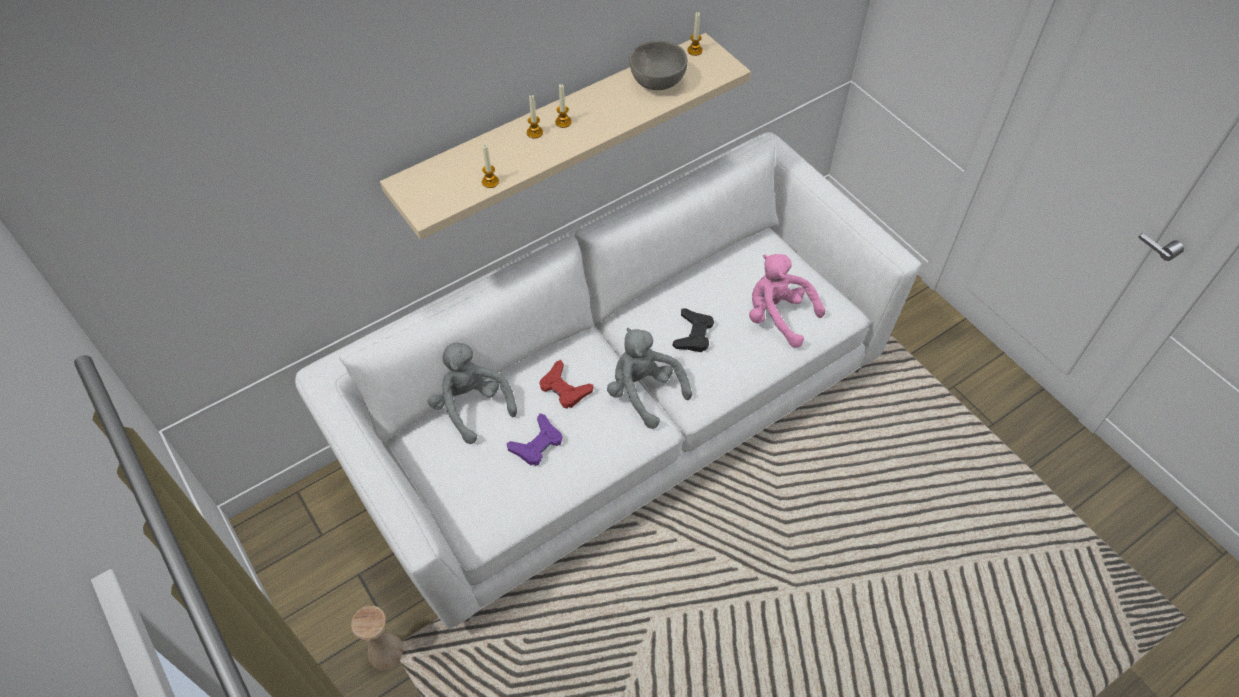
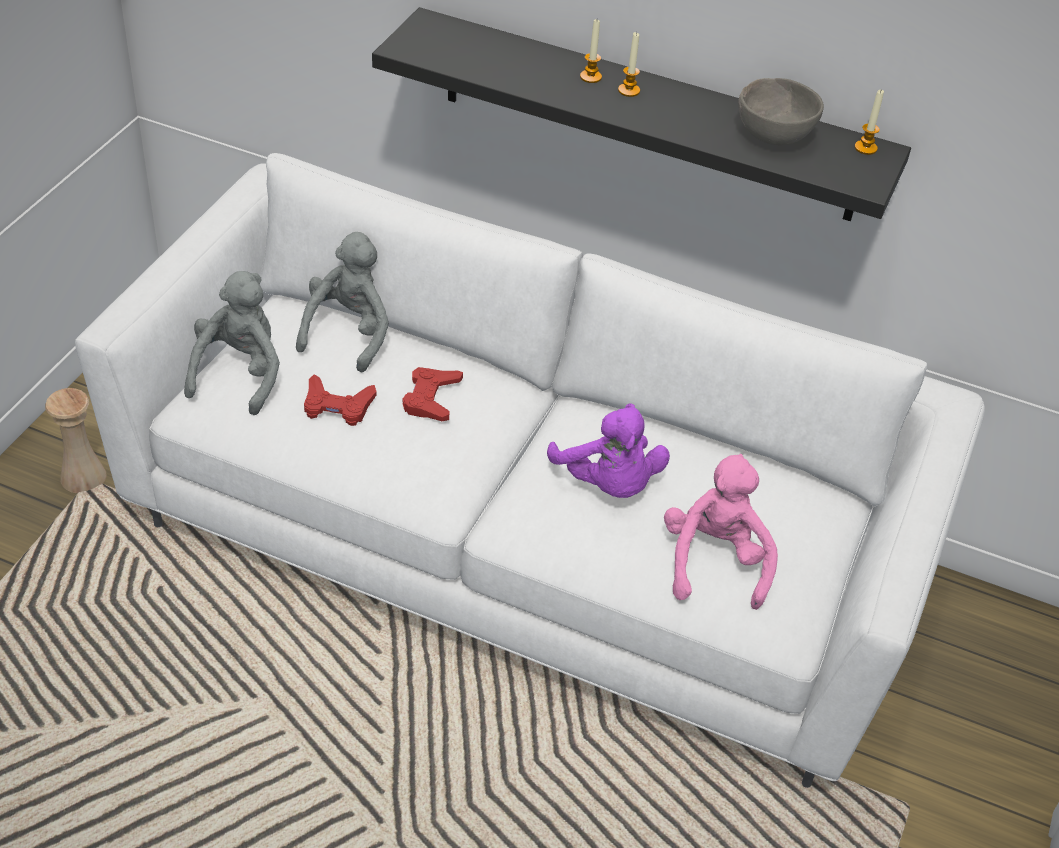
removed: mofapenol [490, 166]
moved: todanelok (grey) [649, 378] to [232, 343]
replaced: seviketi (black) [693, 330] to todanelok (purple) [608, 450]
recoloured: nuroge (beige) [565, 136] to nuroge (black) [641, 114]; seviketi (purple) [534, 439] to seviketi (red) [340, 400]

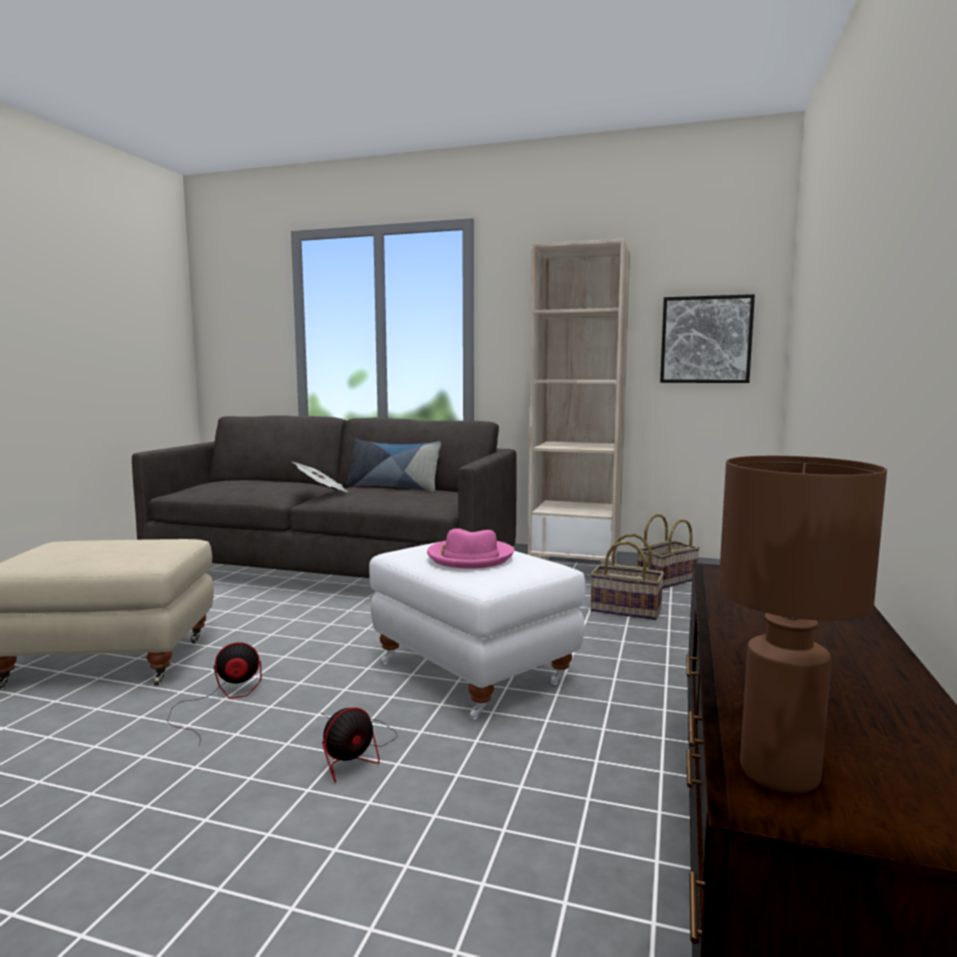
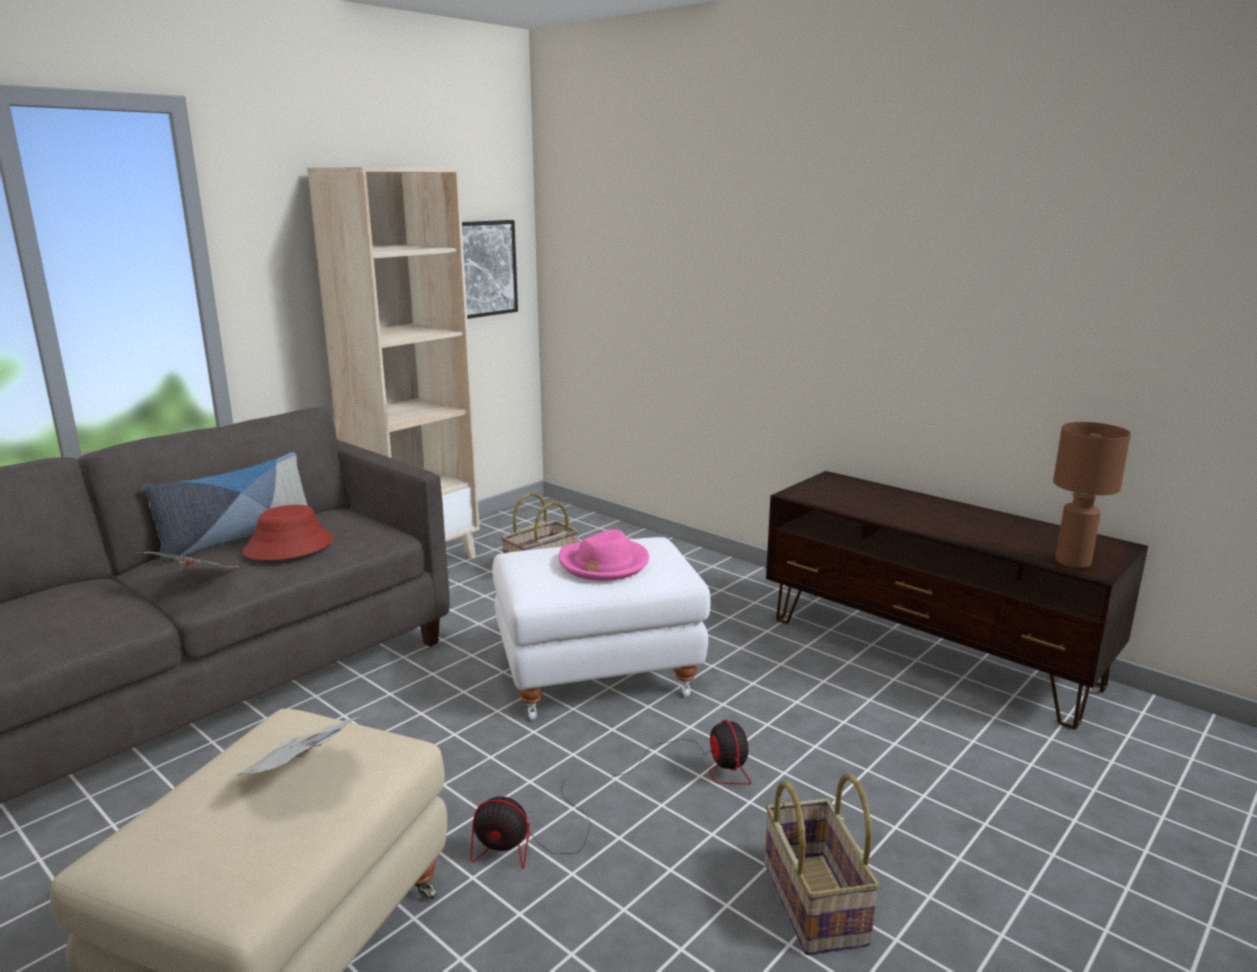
added: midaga [297, 746]; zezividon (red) [288, 532]
moved: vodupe [668, 551] to [822, 864]
turned: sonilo [214, 693] = [531, 824] 90 degrees counterclockwise

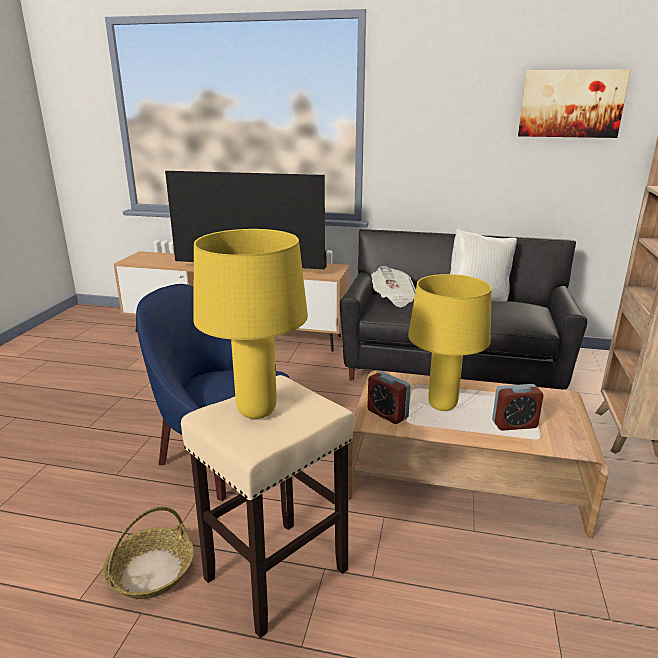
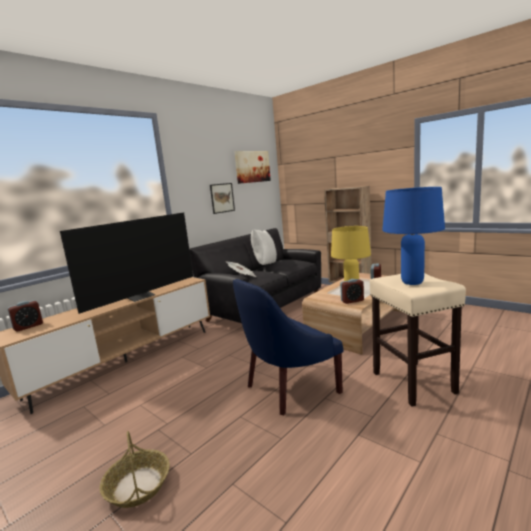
added: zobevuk [25, 316]; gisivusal [222, 198]
moved: vodupe [148, 552] to [135, 469]
recoloured: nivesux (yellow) [250, 324] to nivesux (blue) [413, 236]

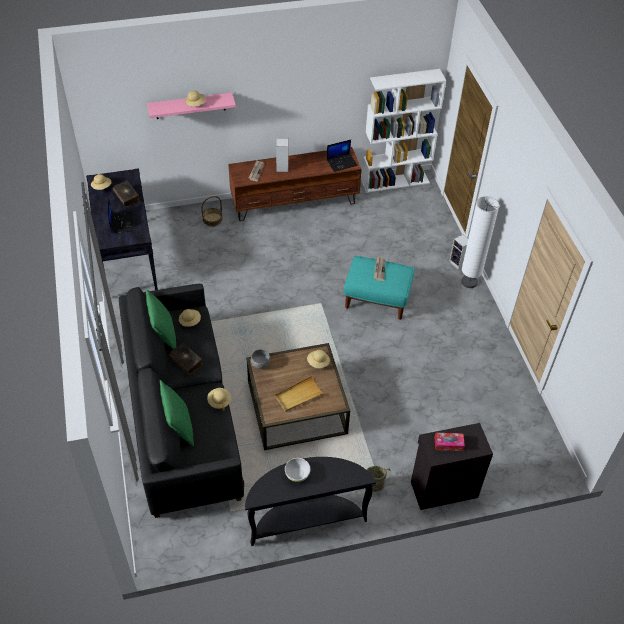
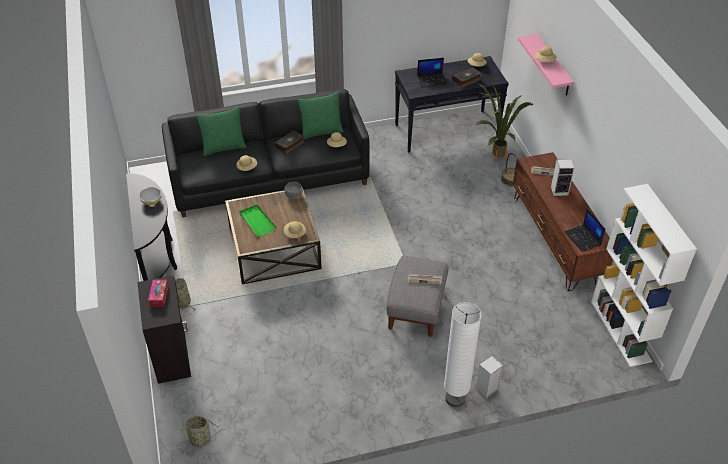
added: vodupe [205, 435]; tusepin [504, 122]
recoloured: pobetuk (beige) [299, 394] to pobetuk (green) [258, 220]; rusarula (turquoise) [379, 288] to rusarula (grey) [417, 296]

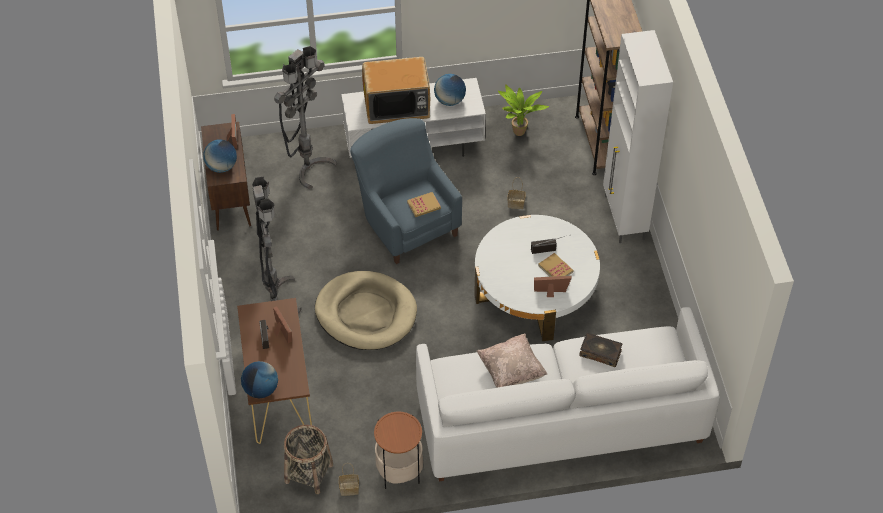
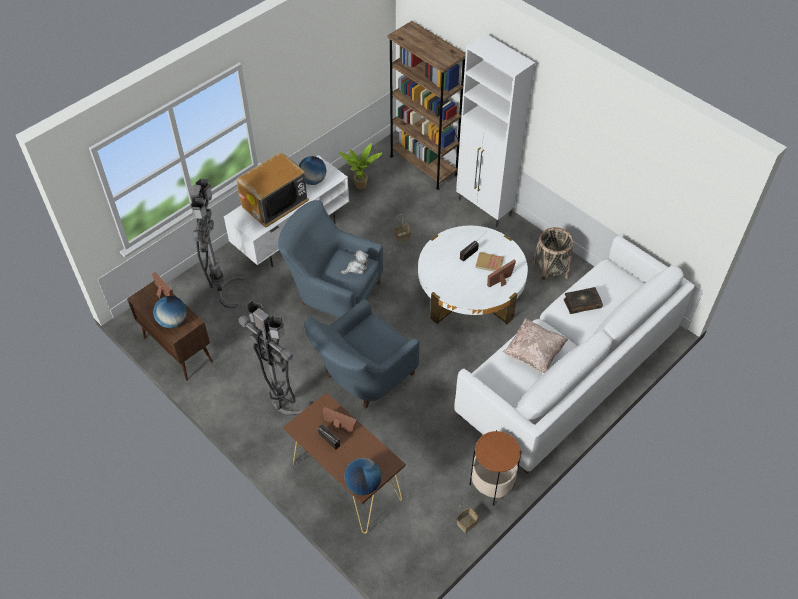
moved: vodupe [308, 459] to [552, 255]
replaced: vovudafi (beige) [366, 310] to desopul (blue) [362, 354]; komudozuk [424, 204] to todanelok [354, 262]

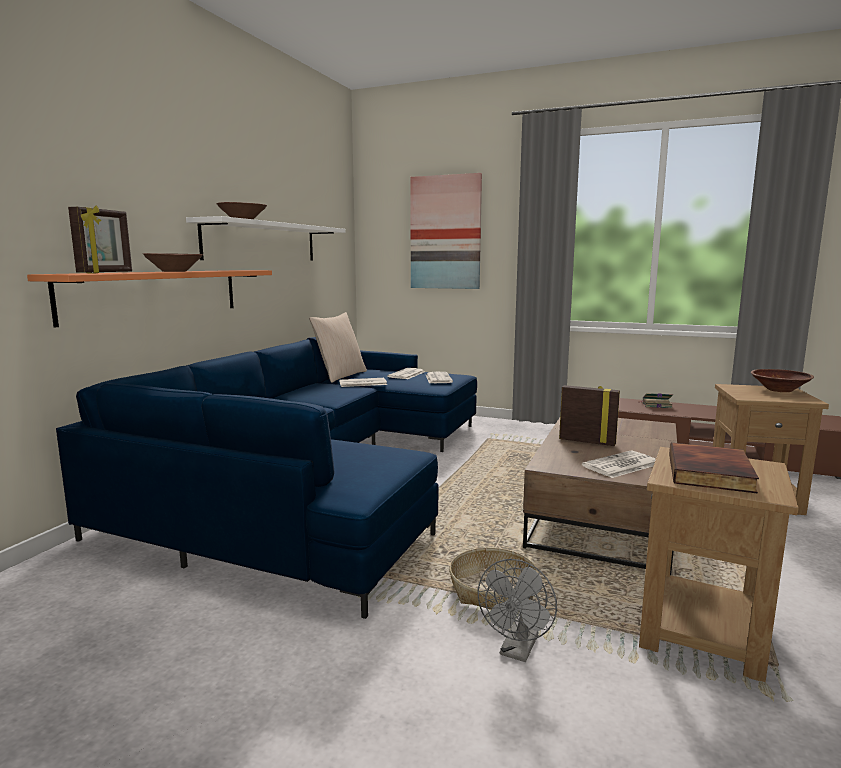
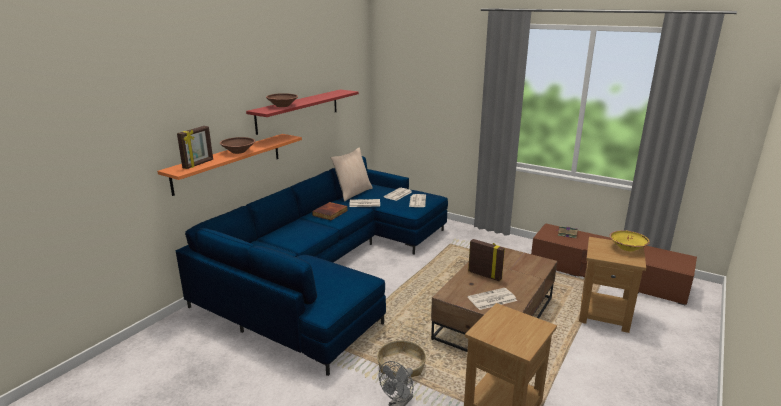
removed: gisivusal [446, 231]
moved: komudozuk [714, 468] to [330, 211]
recoloured: nuroge (white) [265, 238] to nuroge (red) [302, 112]; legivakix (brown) [782, 380] to legivakix (yellow) [629, 240]

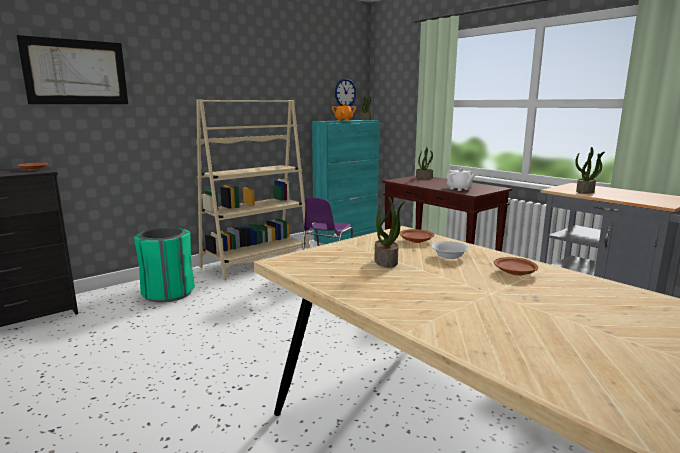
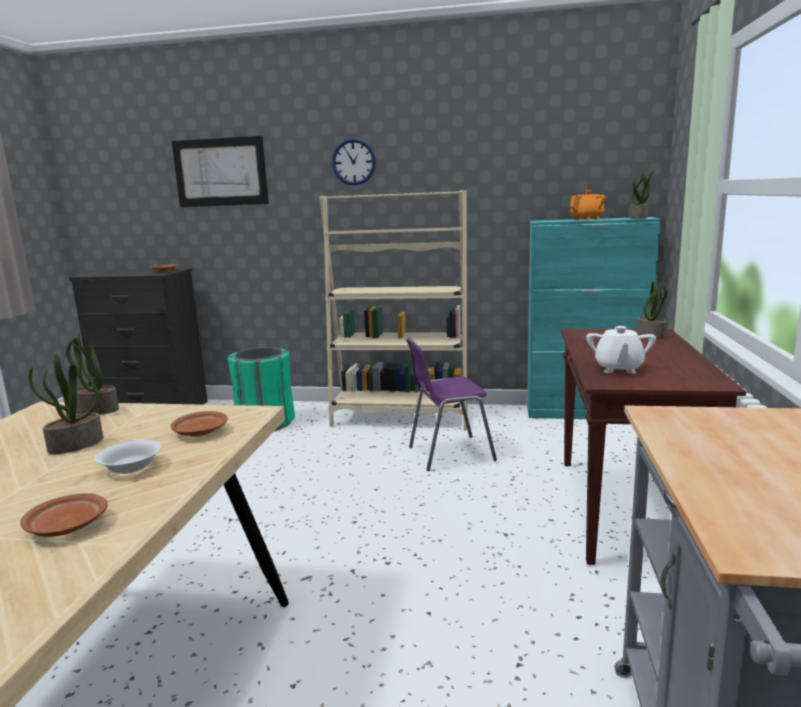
moved: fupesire [346, 92] to [354, 161]; tusepin [590, 170] to [92, 373]

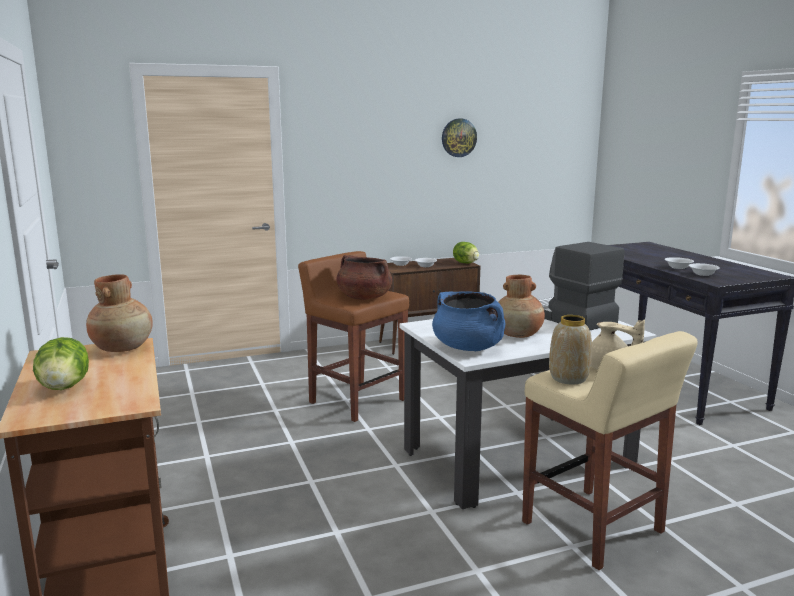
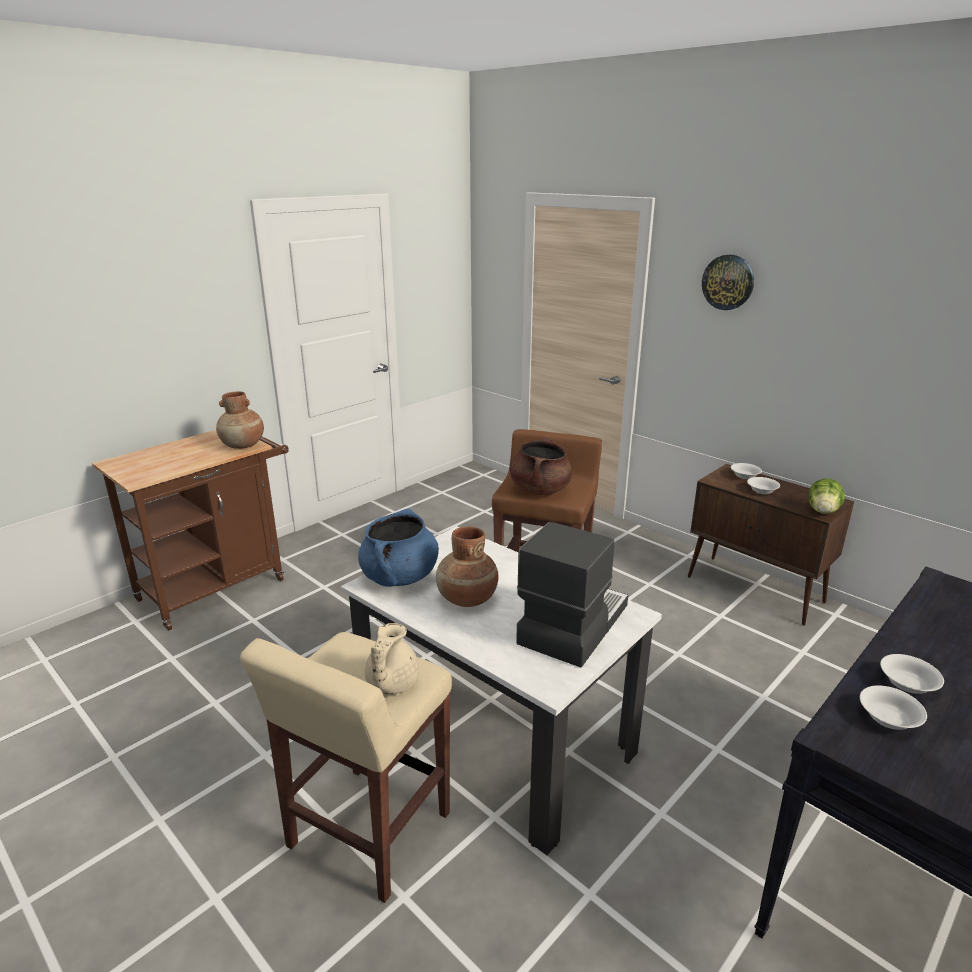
removed: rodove [61, 363]; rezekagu [570, 350]
moved: fupesire [459, 138] to [728, 282]

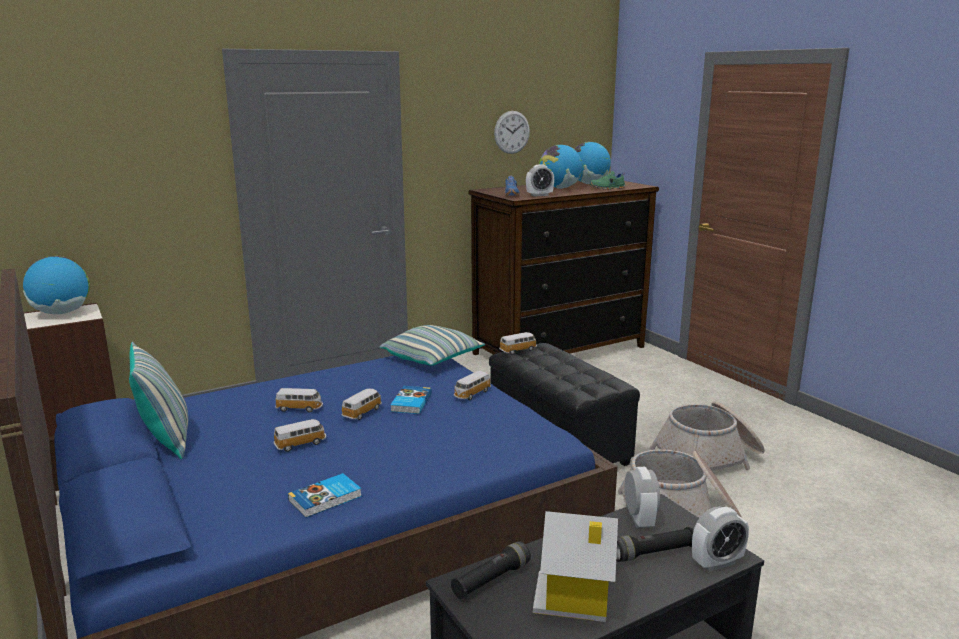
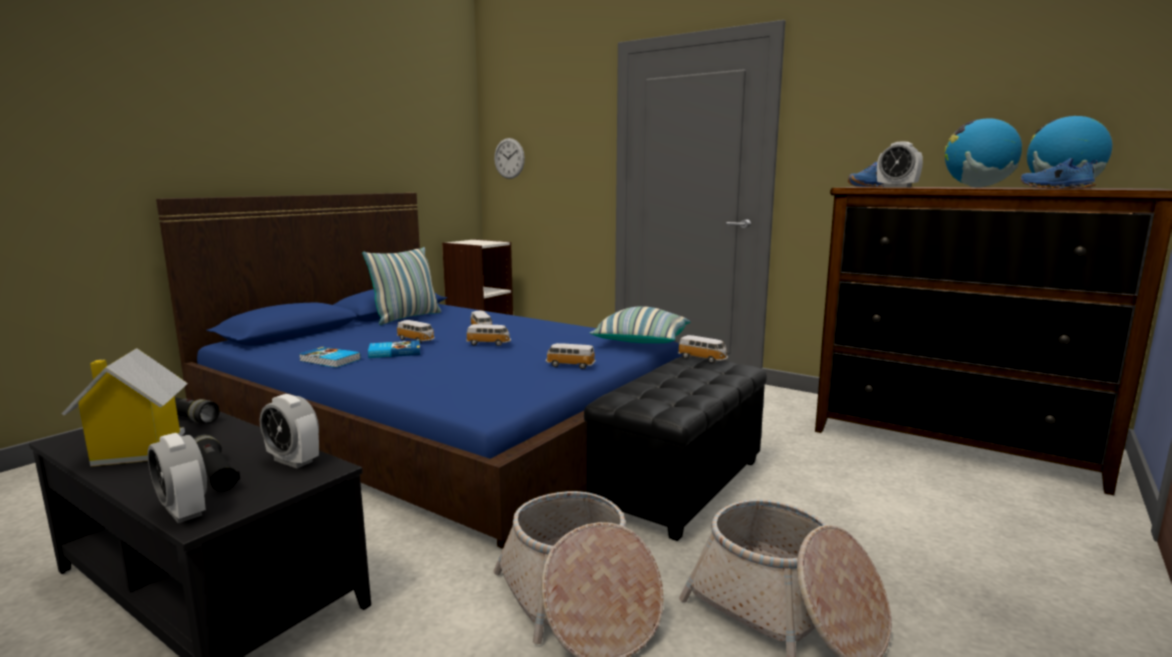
removed: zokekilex [56, 285]
moved: komudozuk [411, 400] to [394, 349]; fupesire [512, 132] to [509, 158]
recoloured: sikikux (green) [607, 180] to sikikux (blue) [1059, 173]
turned: zobevuk [642, 497] = [289, 431] 60 degrees clockwise

